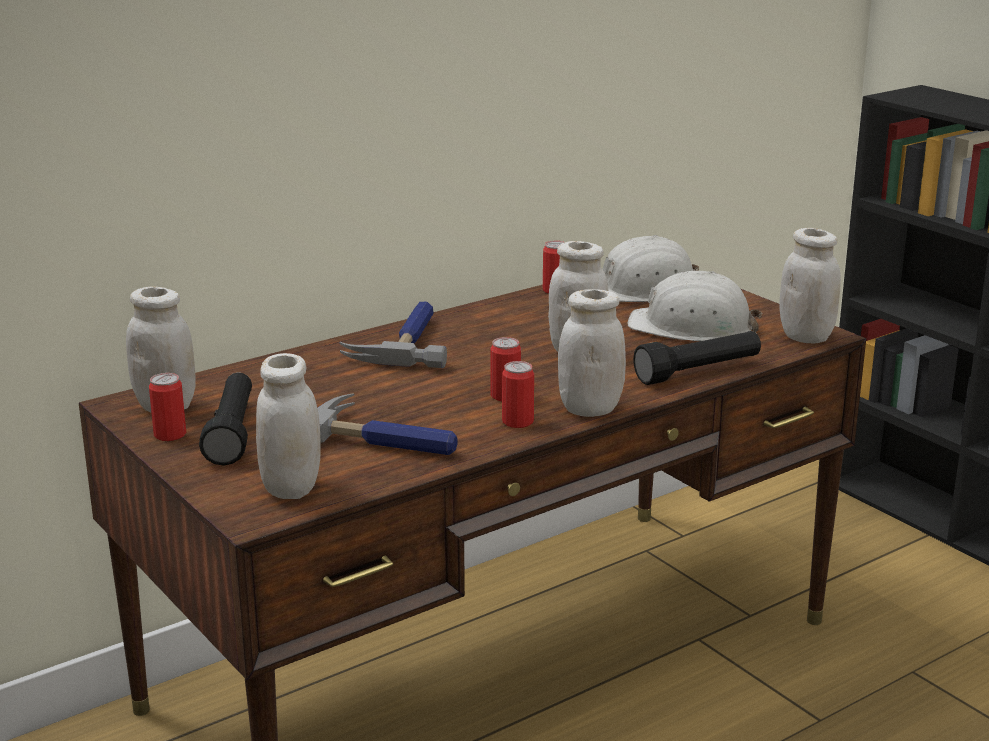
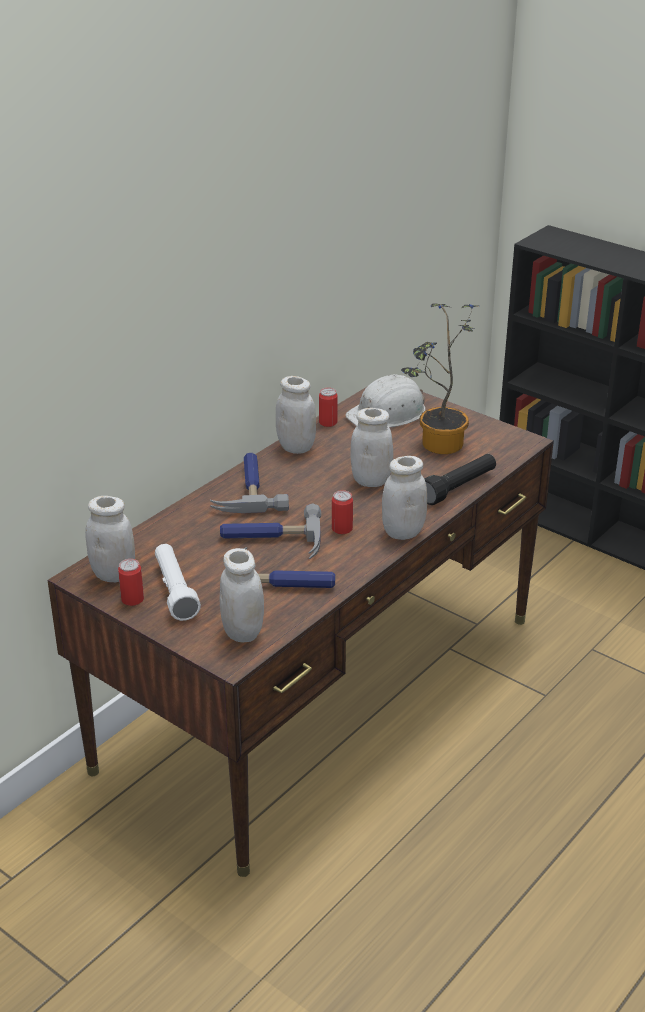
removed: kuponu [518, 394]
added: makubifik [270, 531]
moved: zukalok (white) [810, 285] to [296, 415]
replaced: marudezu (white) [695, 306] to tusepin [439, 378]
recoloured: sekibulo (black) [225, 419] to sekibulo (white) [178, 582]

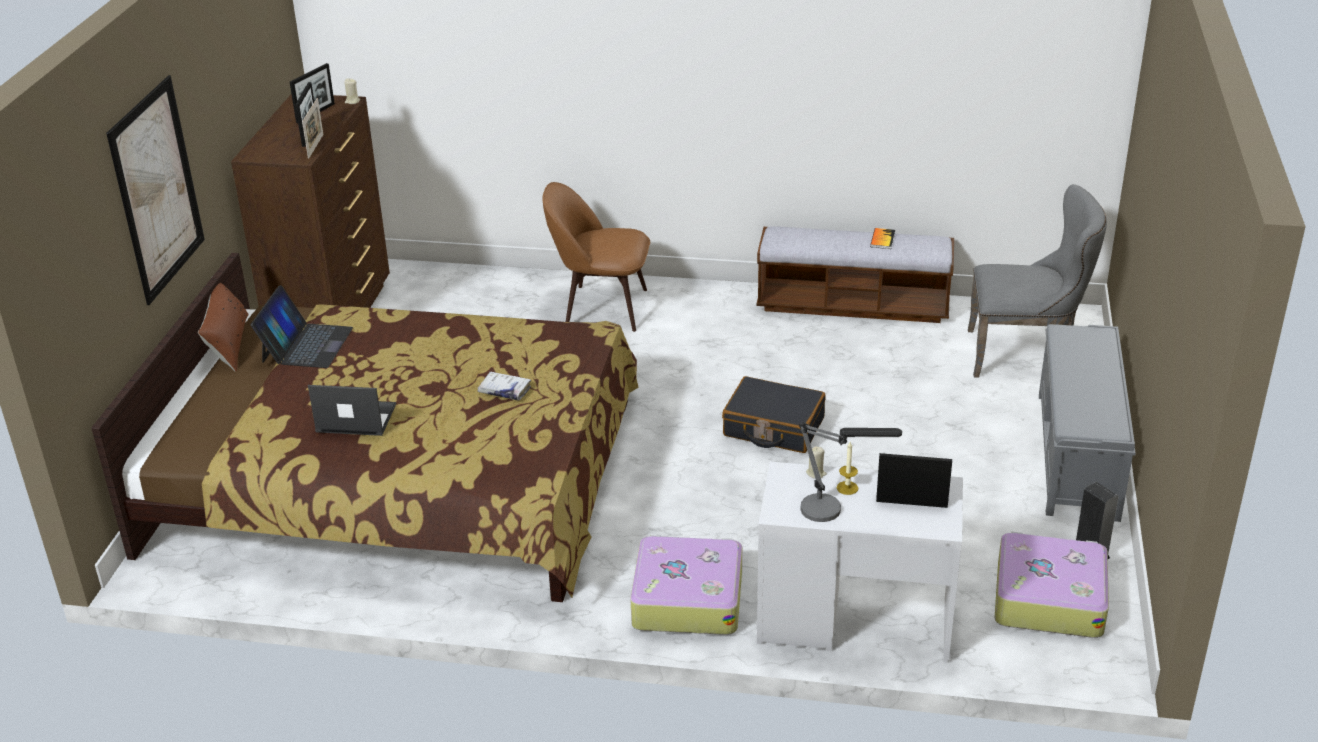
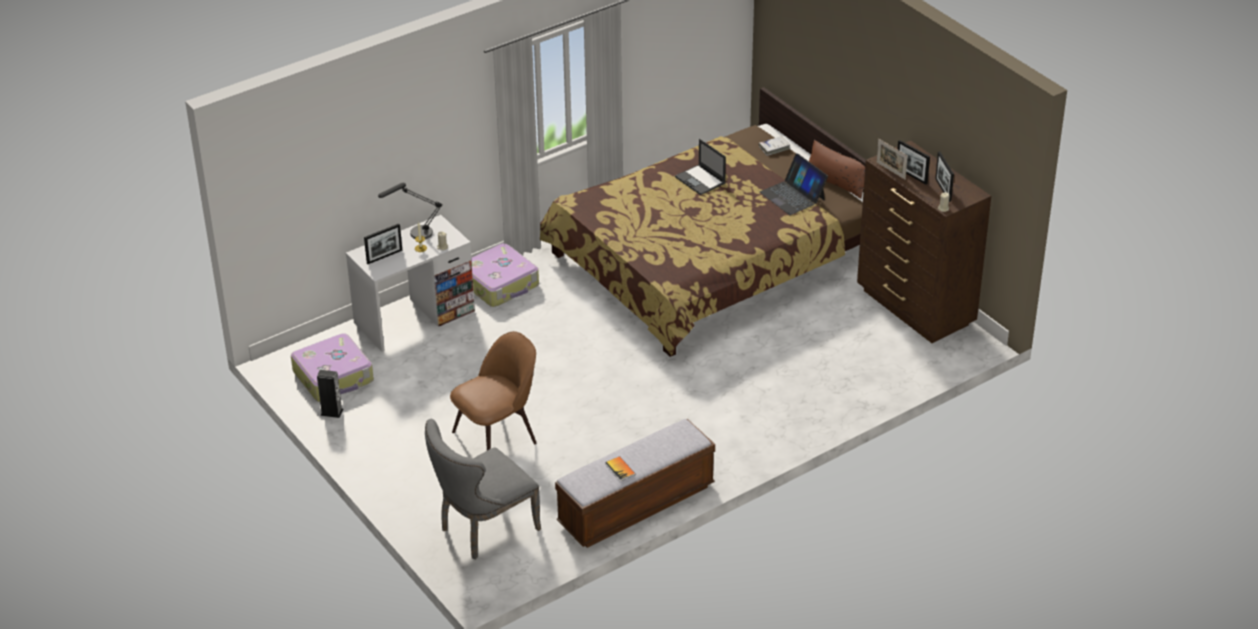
removed: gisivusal [155, 190]; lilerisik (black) [773, 414]; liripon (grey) [1087, 423]
moved: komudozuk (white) [504, 386] to [775, 146]; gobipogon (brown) [596, 257] to [493, 390]
turned: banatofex [352, 410] = [700, 167] 90 degrees clockwise

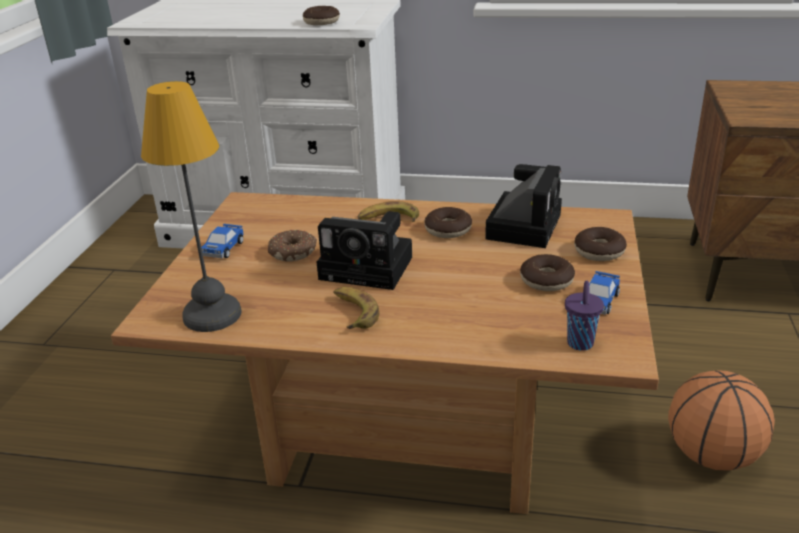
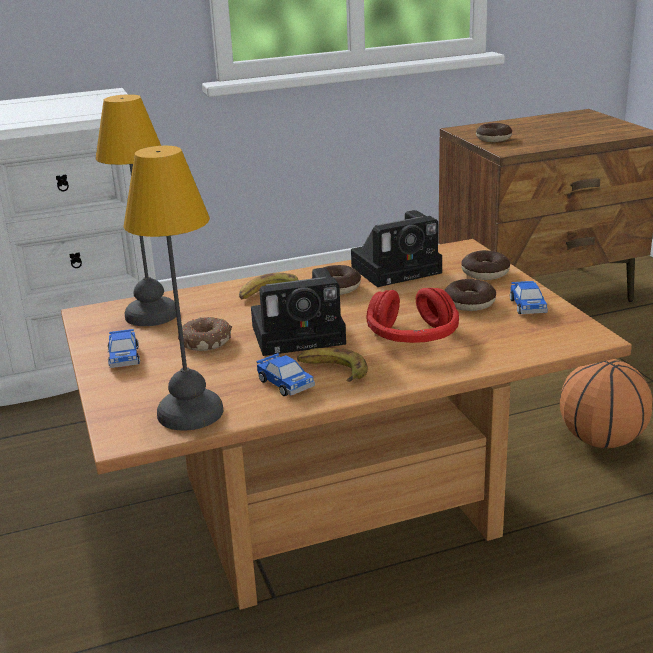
removed: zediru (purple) [584, 316]
added: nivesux [136, 210]; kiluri [285, 374]; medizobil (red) [413, 315]
moved: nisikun [321, 15] to [494, 132]
turned: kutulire [523, 206] = [396, 248] 75 degrees clockwise

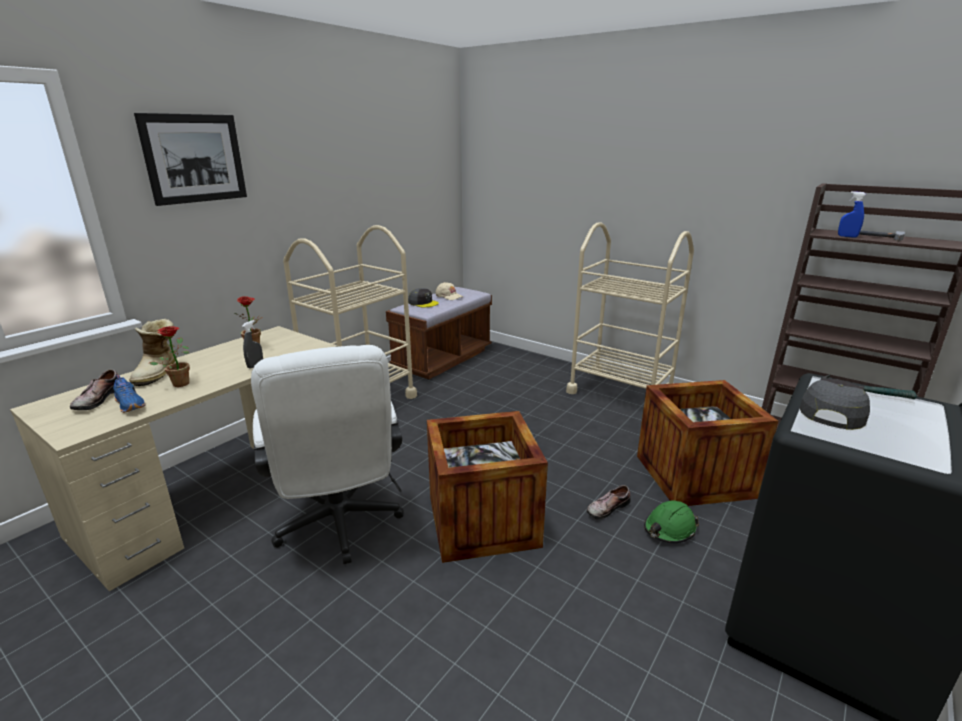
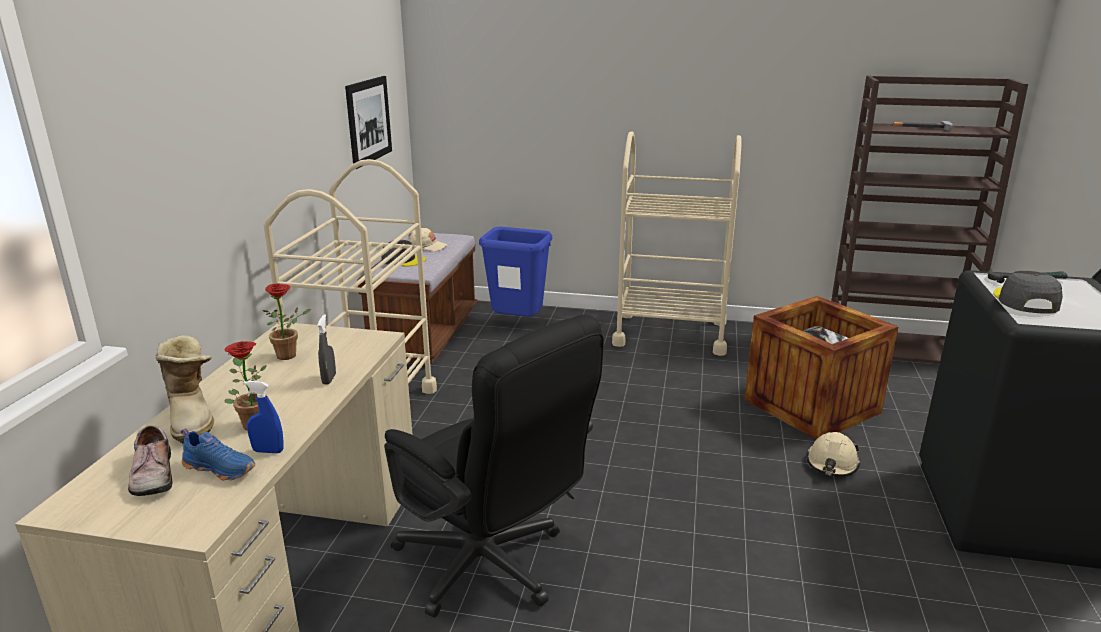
removed: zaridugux [487, 487]; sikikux [609, 502]
added: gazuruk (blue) [515, 272]
moved: gisivusal [190, 159] to [368, 122]; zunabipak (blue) [852, 214] to [263, 417]
recoloured: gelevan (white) [327, 454] to gelevan (black) [494, 466]; marudezu (green) [671, 521] to marudezu (beige) [833, 454]

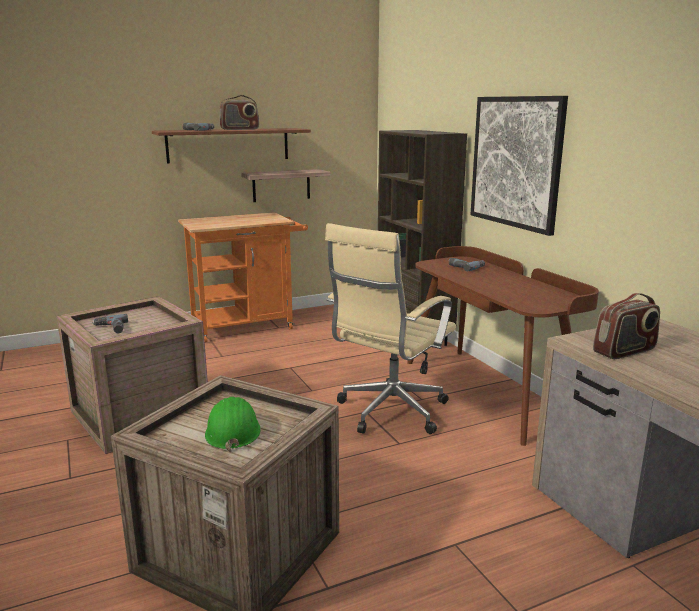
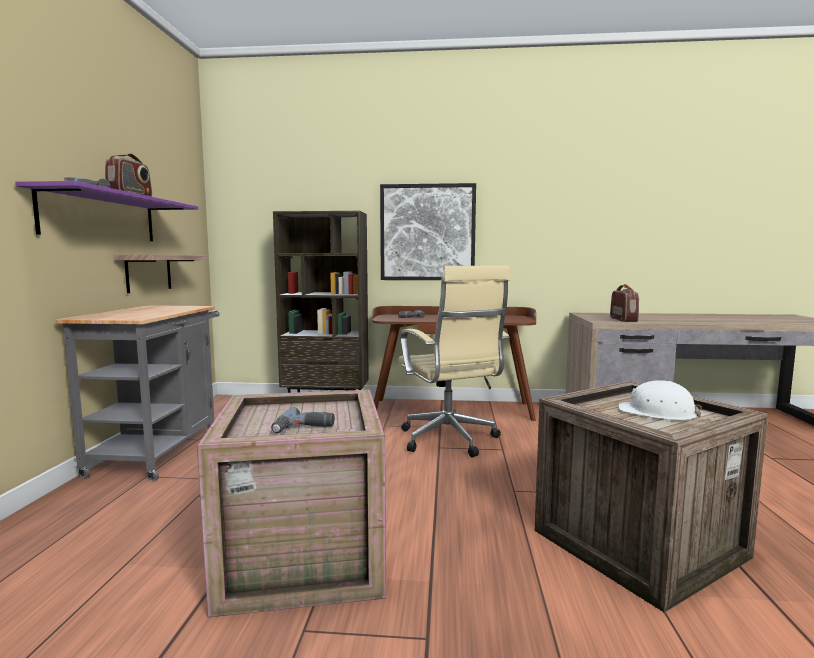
recoloured: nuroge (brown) [231, 145] to nuroge (purple) [106, 211]; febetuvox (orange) [243, 277] to febetuvox (grey) [137, 393]; marudezu (green) [233, 424] to marudezu (white) [661, 400]

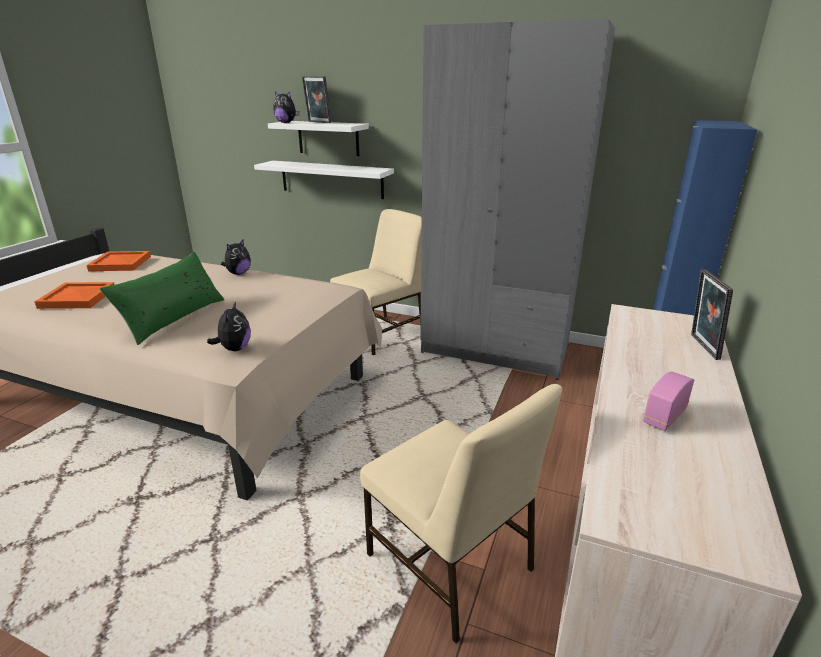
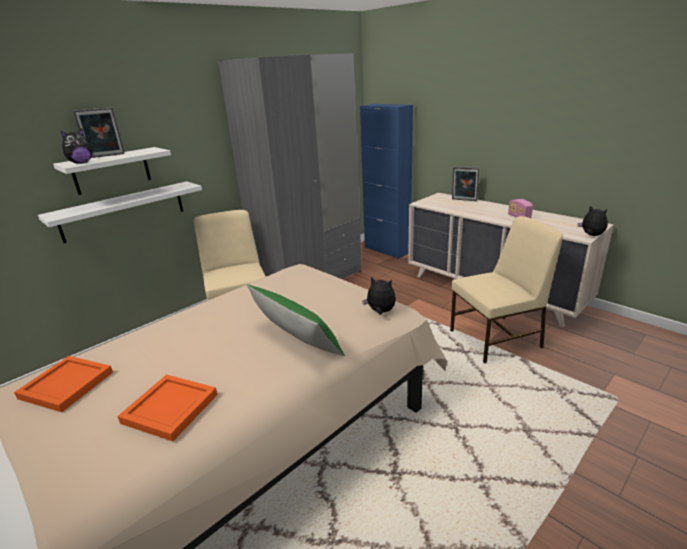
moved: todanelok [236, 257] to [593, 220]

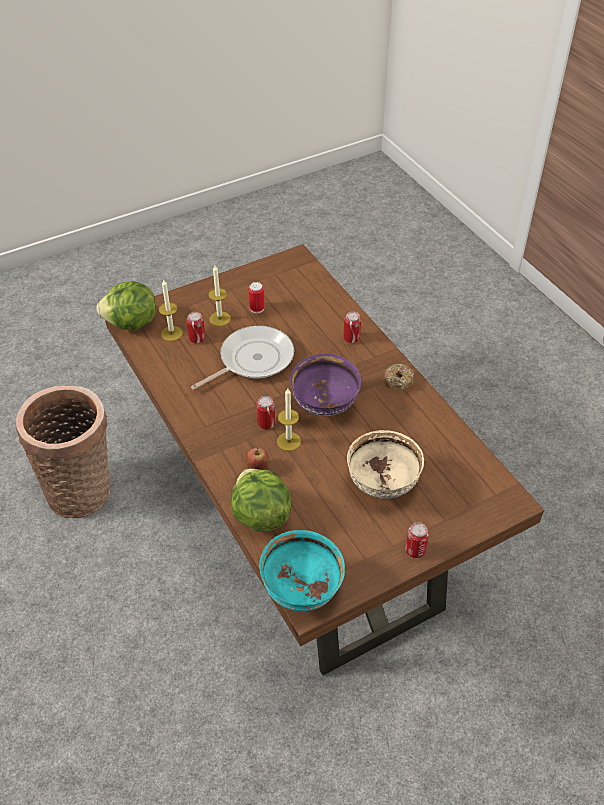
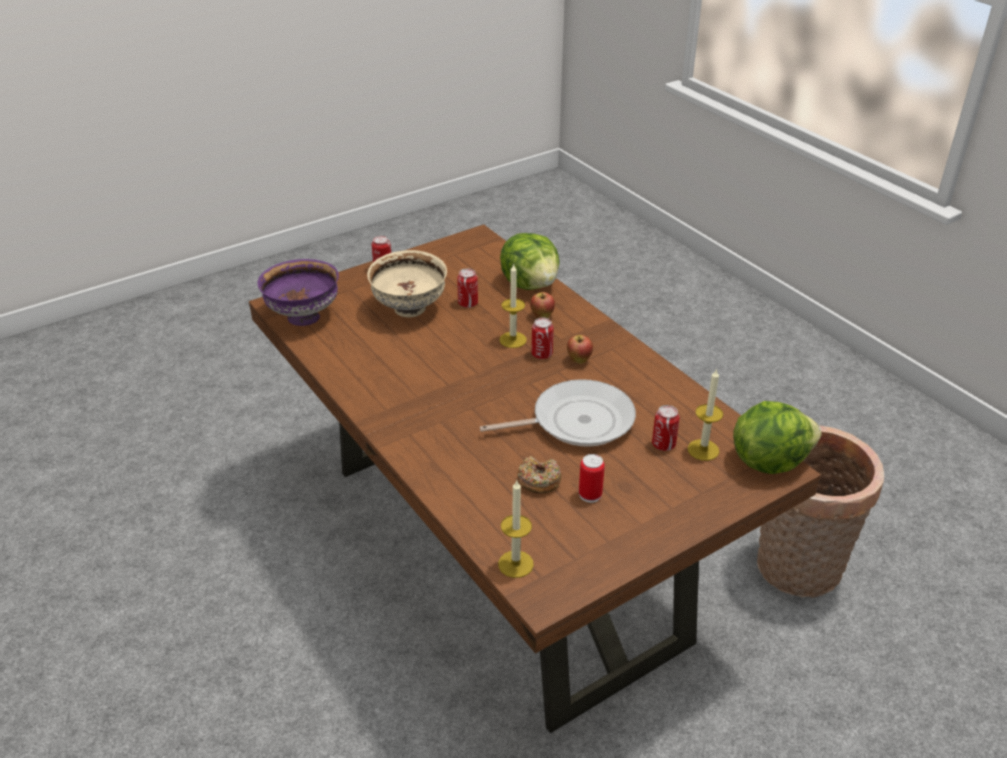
removed: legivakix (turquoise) [302, 570]
added: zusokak [580, 349]
moved: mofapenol [219, 296] to [516, 529]; legivakix (purple) [325, 384] to [298, 292]; kuponu [352, 327] to [467, 288]; nisikun [399, 376] to [539, 474]
turned: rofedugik [242, 358] = [558, 413] 150 degrees counterclockwise

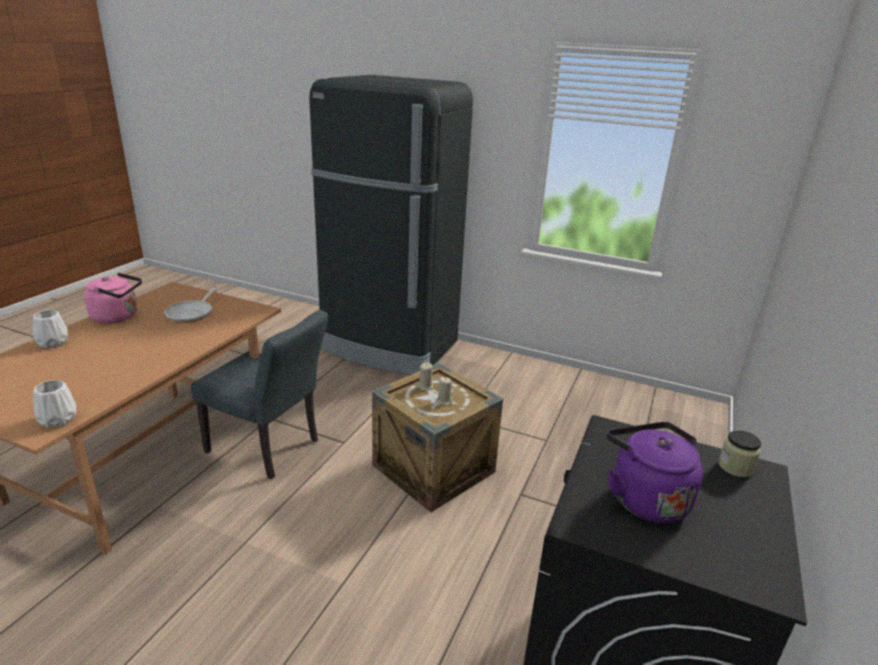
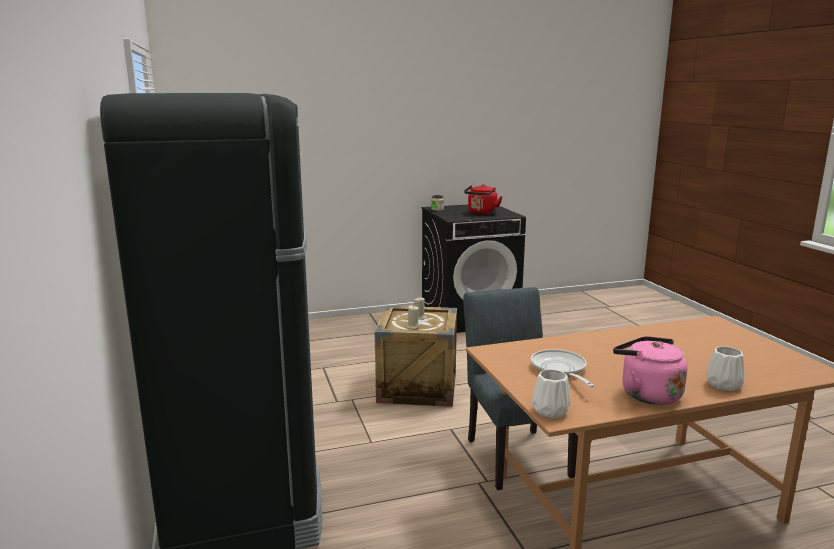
moved: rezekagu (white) [55, 403] to [551, 393]
recoloured: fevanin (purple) [655, 472] to fevanin (red) [483, 199]
turned: rofedugik [192, 304] = [562, 368] 75 degrees counterclockwise

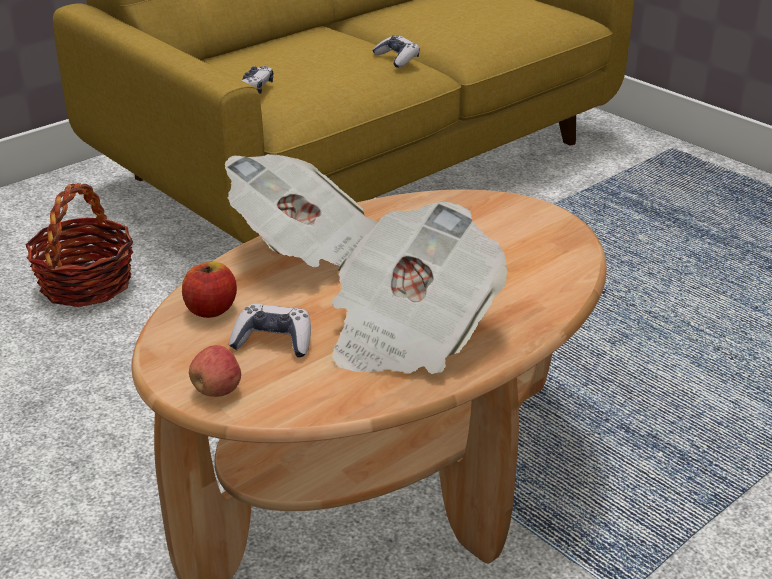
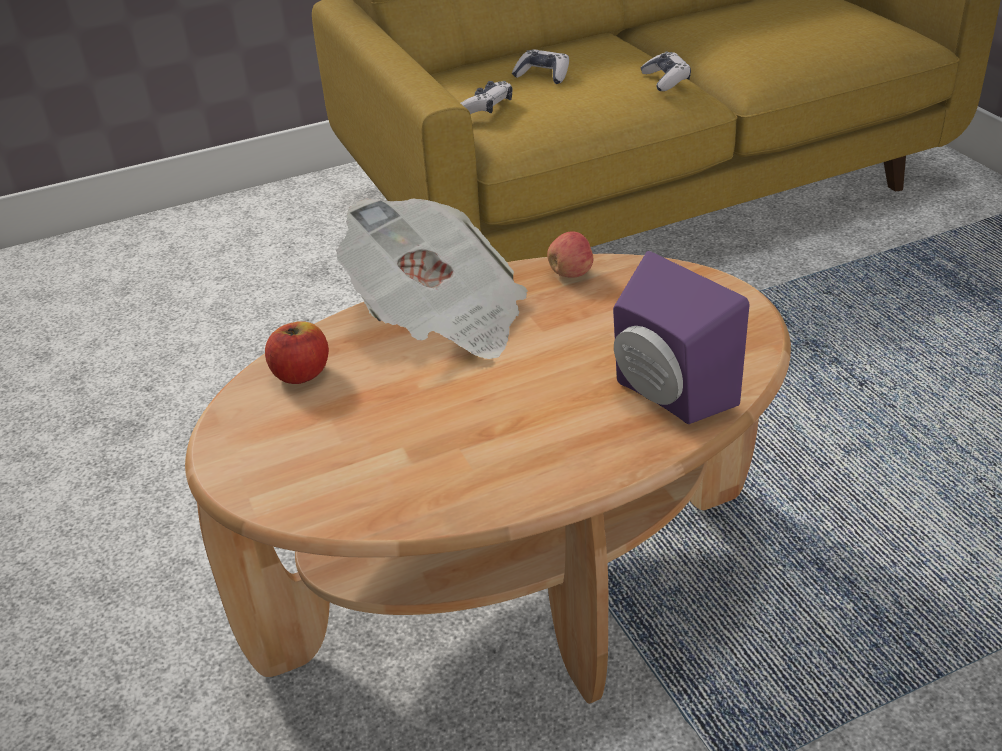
removed: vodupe [79, 245]; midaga [420, 288]
added: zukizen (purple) [681, 337]
moved: zusokak [215, 371] to [570, 255]; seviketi [270, 331] to [540, 67]

